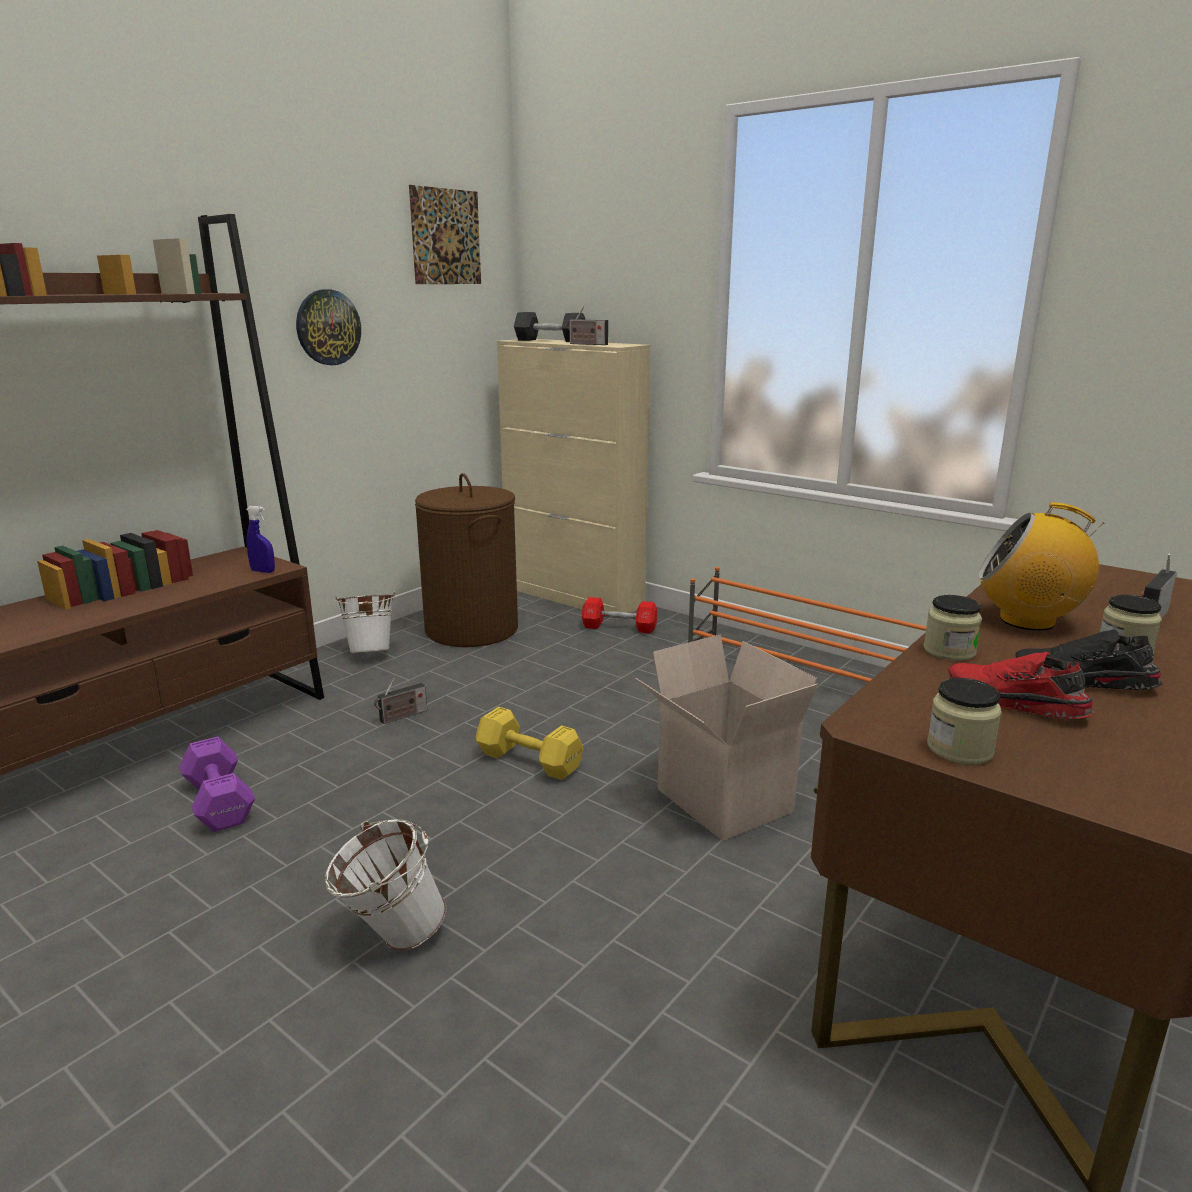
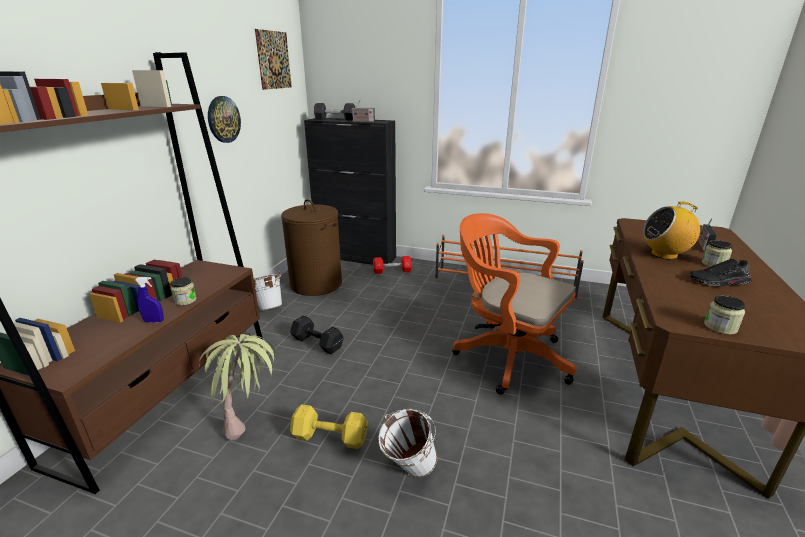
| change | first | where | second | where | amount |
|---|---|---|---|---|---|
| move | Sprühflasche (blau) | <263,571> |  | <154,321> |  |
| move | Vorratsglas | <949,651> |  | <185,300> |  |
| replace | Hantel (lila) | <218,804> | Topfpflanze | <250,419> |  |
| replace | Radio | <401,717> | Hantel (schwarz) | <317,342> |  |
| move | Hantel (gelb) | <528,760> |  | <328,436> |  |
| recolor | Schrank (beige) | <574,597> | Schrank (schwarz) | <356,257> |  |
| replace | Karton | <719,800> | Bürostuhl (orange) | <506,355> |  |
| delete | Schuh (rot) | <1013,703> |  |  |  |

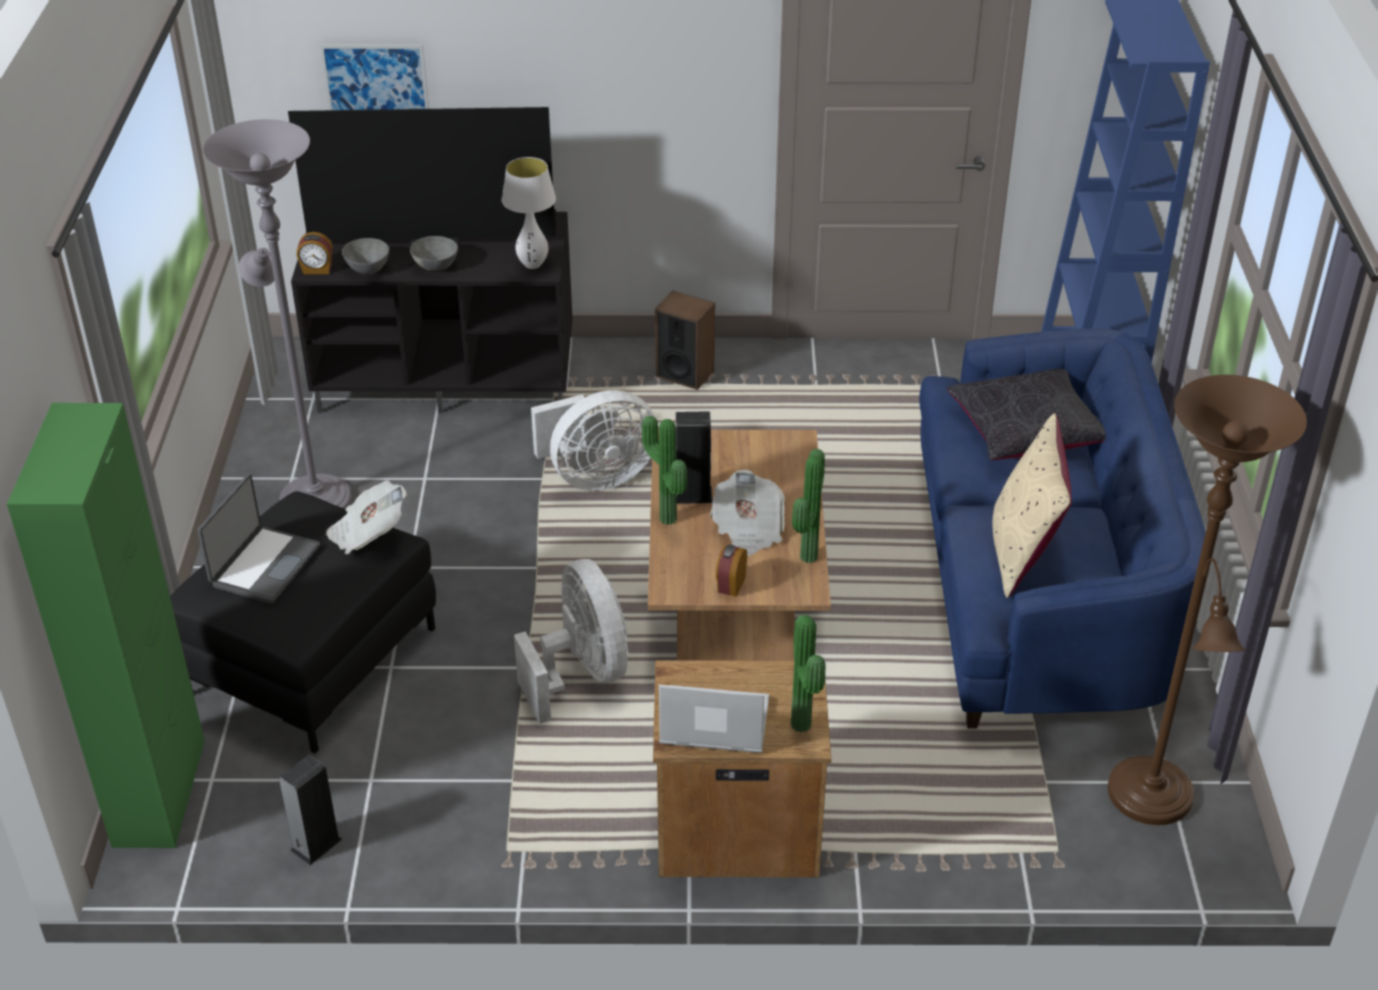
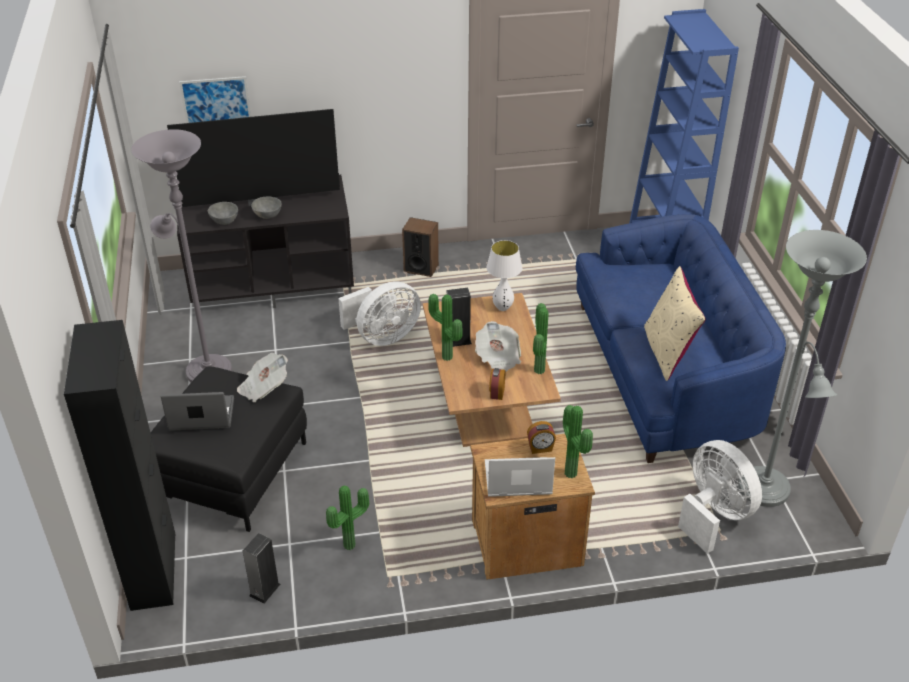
| change | first | where | second | where | amount |
|---|---|---|---|---|---|
| recolor | Schrank (grün) | <159,793> | Schrank (schwarz) | <153,571> |  |
| rotate | Laptop | <264,565> |  | <201,416> | 105 degrees counterclockwise |
| insert |  |  | Topfpflanze | <351,546> |  |
| move | Tischlampe (weiß) | <532,265> |  | <502,308> |  |
| move | Wecker | <317,270> |  | <540,448> |  |
| move | Ventilator (weiß) | <582,673> |  | <714,515> |  |
| recolor | Stehlampe (braun) | <1152,802> | Stehlampe (grau) | <766,493> |  |
| delete | Kissen (schwarz) | <1026,431> |  |  |  |

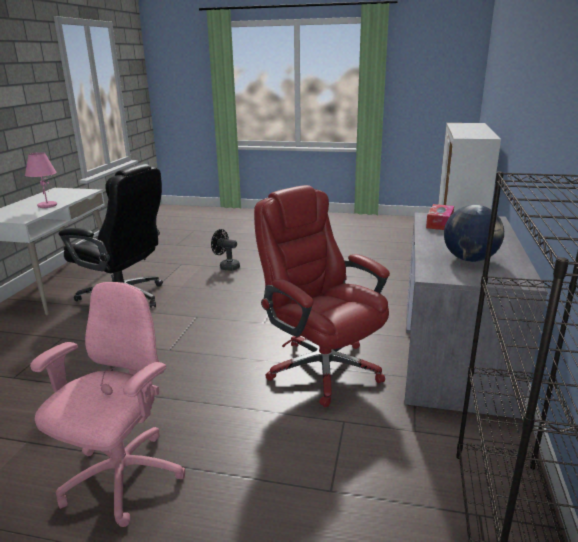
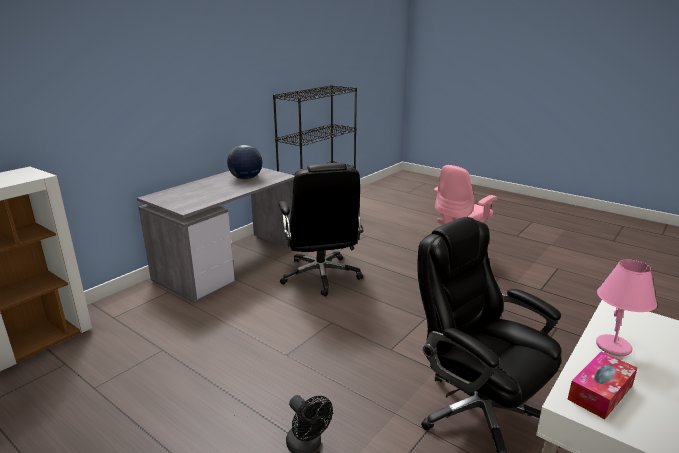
| change | first | where | second | where | amount |
|---|---|---|---|---|---|
| recolor | Bürostuhl (rot) | <322,368> | Bürostuhl (schwarz) | <321,276> |  |
| move | Taschentuchbox | <439,223> |  | <600,392> |  |

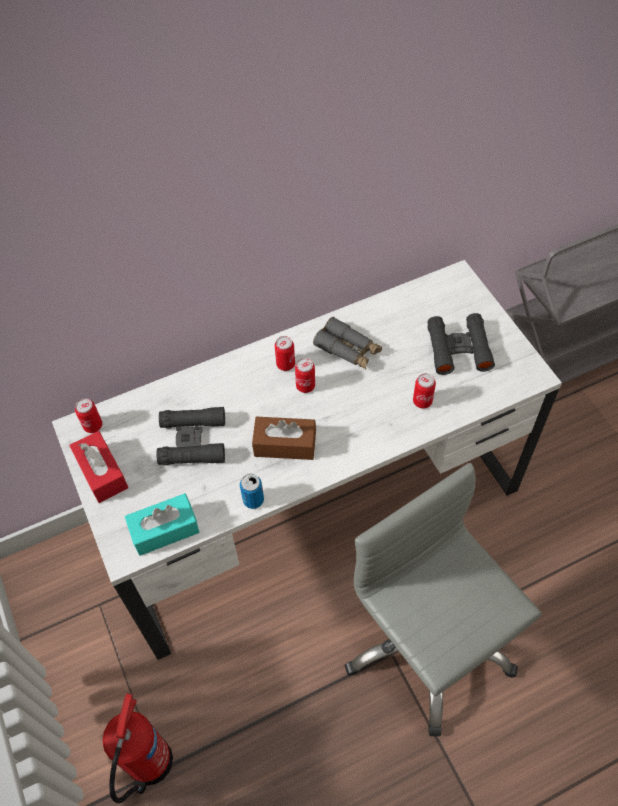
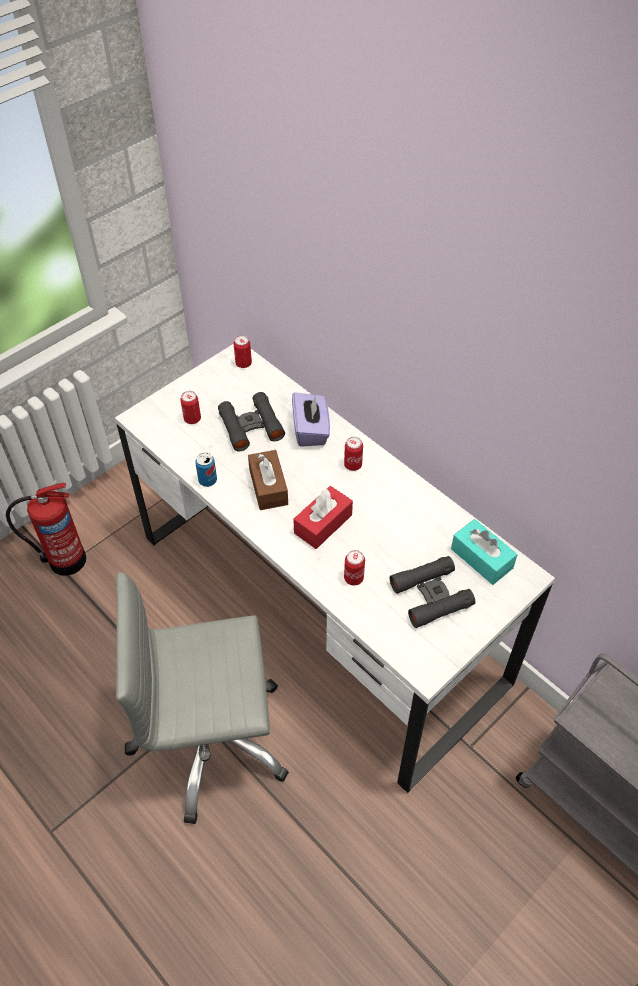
| change | first | where | second | where | amount |
|---|---|---|---|---|---|
| rotate | Bürostuhl (grau) | <427,645> |  | <211,740> | 135 degrees counterclockwise |
| move | Dose | <305,386> |  | <192,419> |  |
| insert |  |  | Taschentuchbox (lila) | <311,430> |  |
| move | Taschentuchbox (rot) | <101,473> |  | <323,524> |  |
| move | Taschentuchbox (türkis) | <164,530> |  | <481,558> |  |
| delete | Fernglas (grau) | <348,349> |  |  |  |

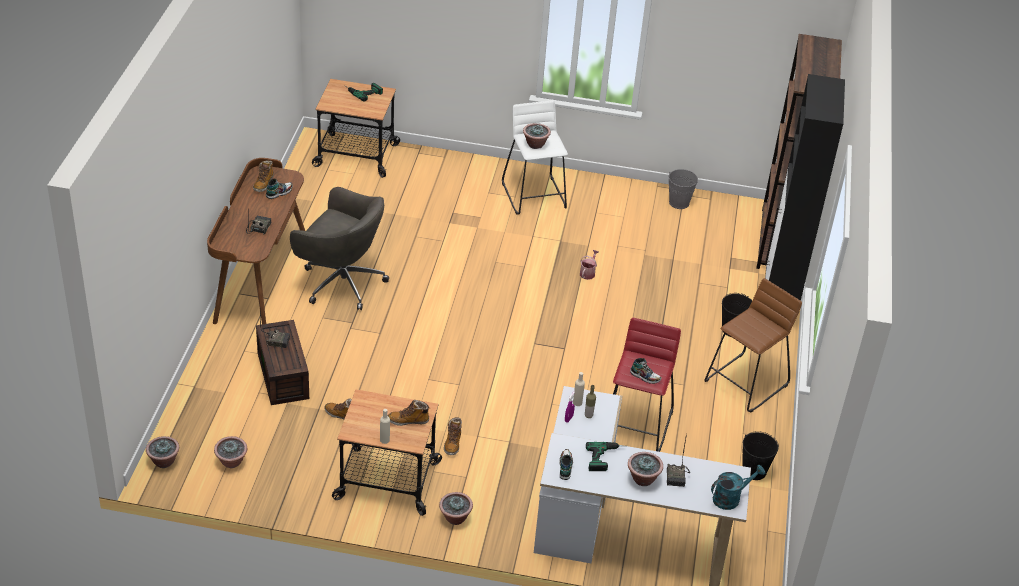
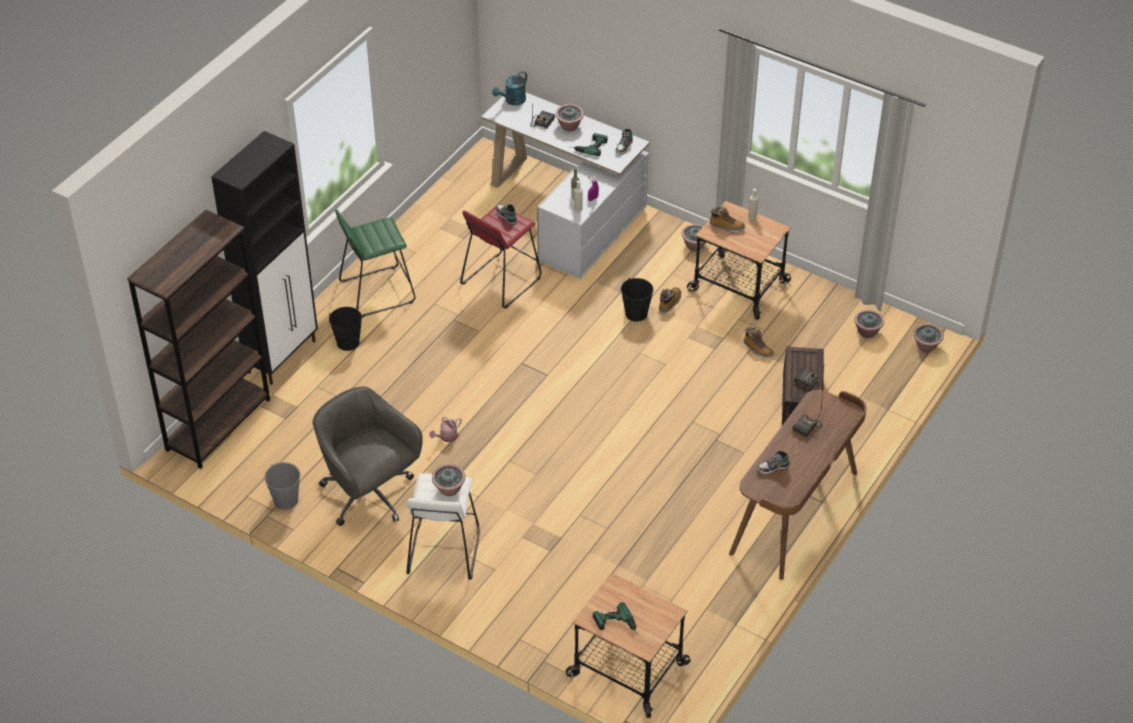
| change | first | where | second | where | amount |
|---|---|---|---|---|---|
| move | Bürostuhl (grau) | <341,282> |  | <369,495> |  |
| recolor | Hocker (braun) | <746,383> | Hocker (grün) | <377,291> |  |
| rotate | Gießkanne (türkis) | <731,498> |  | <512,101> | 45 degrees counterclockwise |
| move | Eimer (schwarz) | <754,471> |  | <636,313> |  |
| delete | Stiefel | <263,184> |  |  |  |

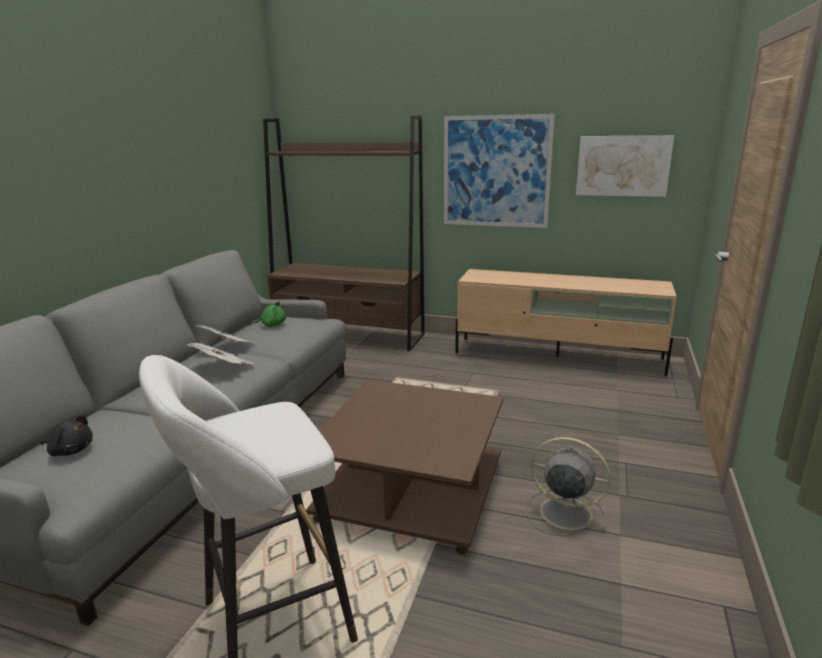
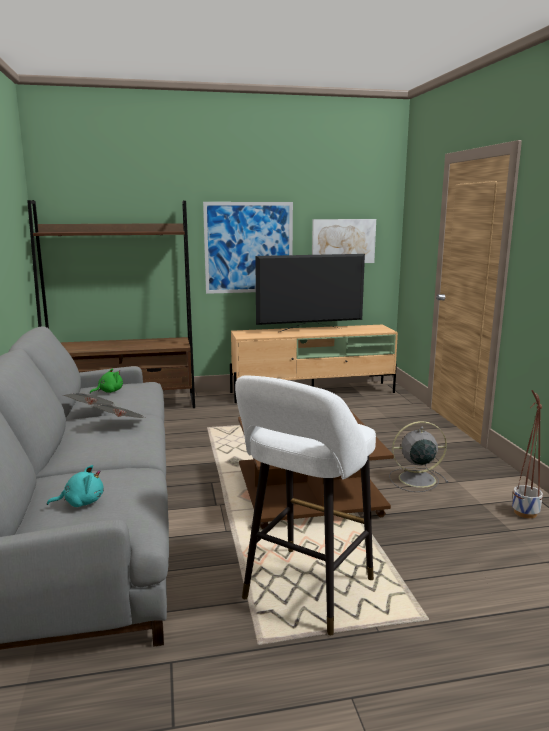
| change | first | where | second | where | amount |
|---|---|---|---|---|---|
| recolor | Plüschtier (schwarz) | <70,450> | Plüschtier (türkis) | <81,502> |  |
| insert |  |  | Fernseher | <309,330> |  |
| insert |  |  | Pflanzkübel | <525,513> |  |

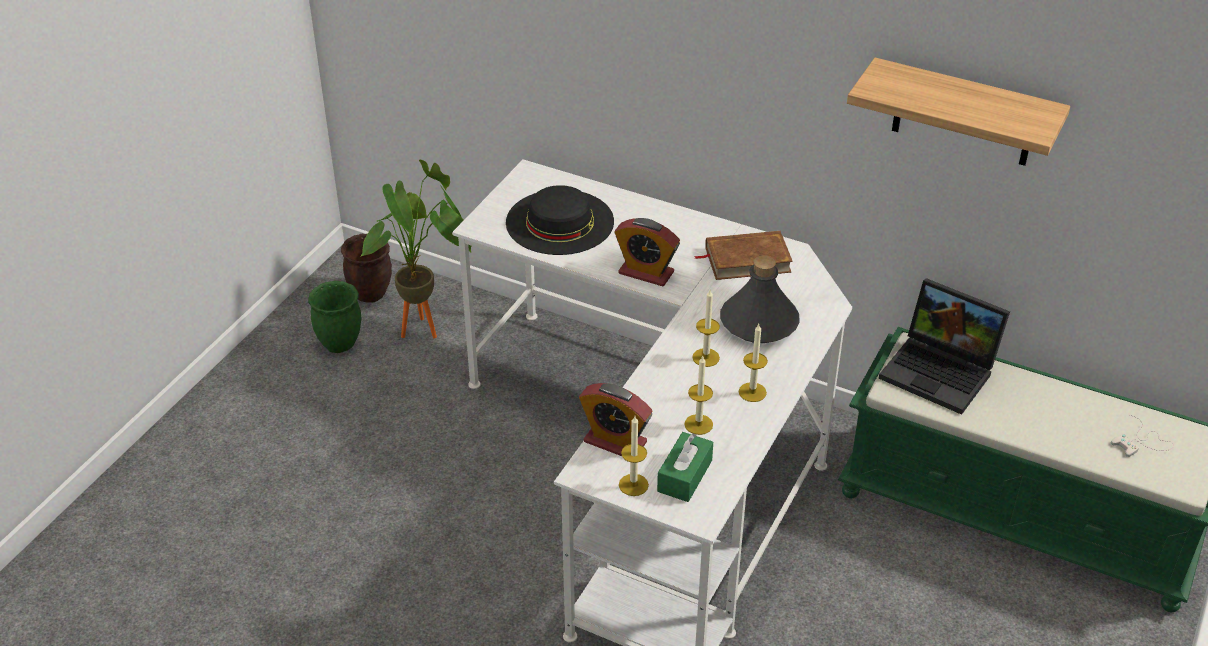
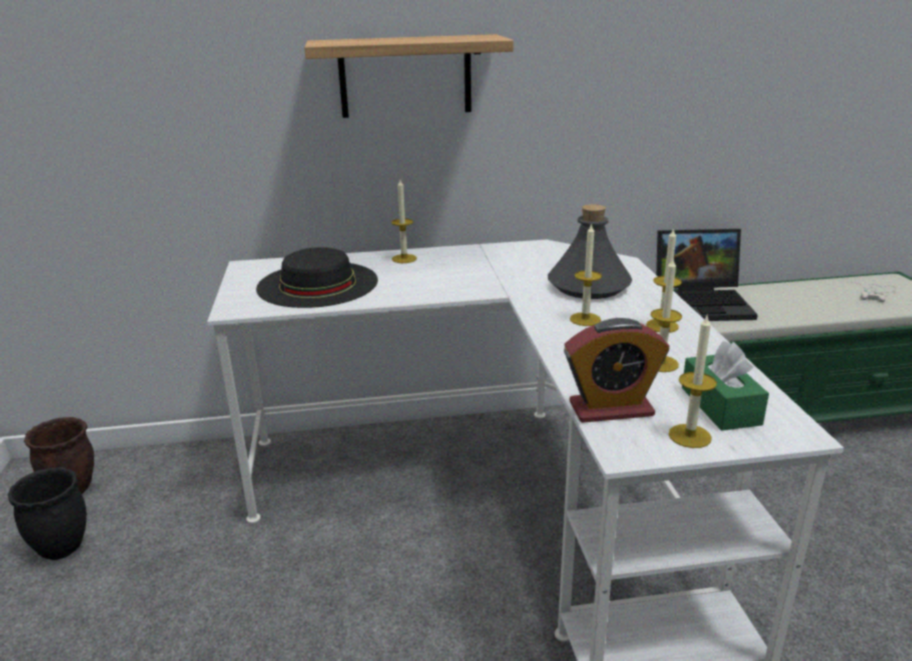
| change | first | where | second | where | amount |
|---|---|---|---|---|---|
| recolor | Pflanzkübel (grün) | <340,344> | Pflanzkübel (schwarz) | <63,548> |  |
| move | Wandregal | <964,114> |  | <405,76> |  |
| insert |  |  | Kerze | <404,259> |  |
| delete | Topfpflanze | <429,329> |  |  |  |
| delete | Wecker | <646,273> |  |  |  |
| delete | Buch (braun) | <747,259> |  |  |  |

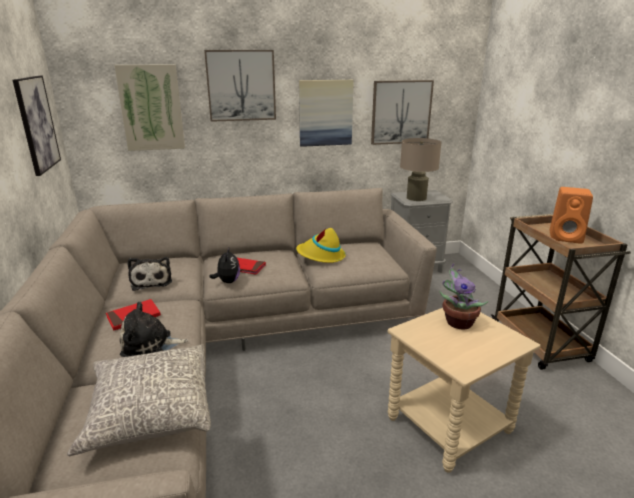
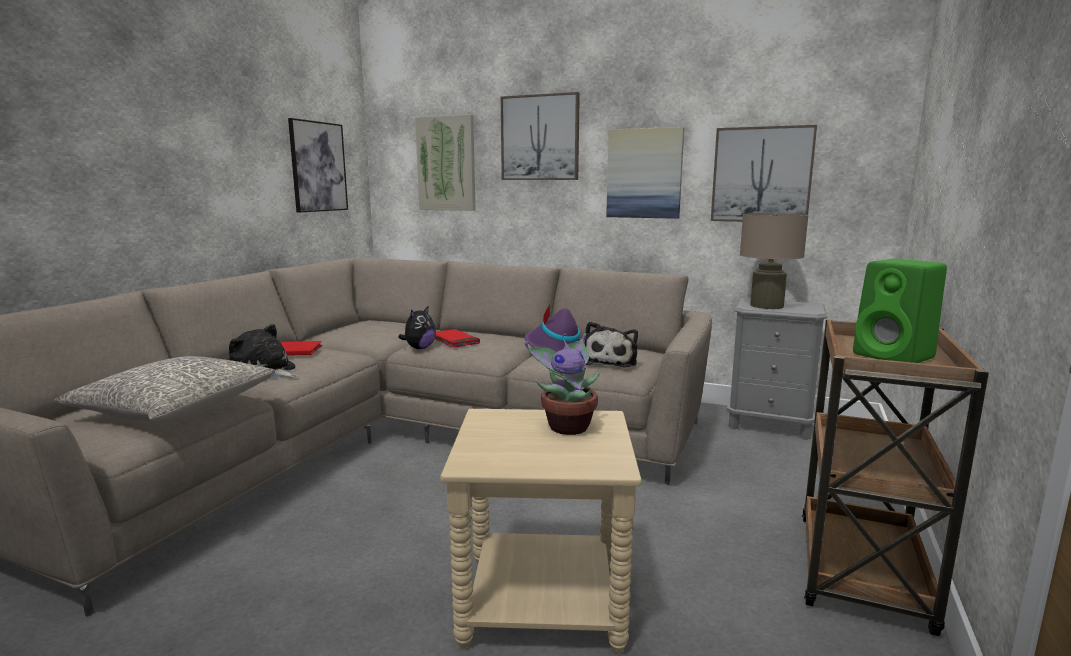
| change | first | where | second | where | amount |
|---|---|---|---|---|---|
| recolor | Hut (gelb) | <321,256> | Hut (lila) | <555,348> |  |
| move | Plüschtier | <151,281> |  | <611,361> |  |
| recolor | Lautsprecher (orange) | <567,237> | Lautsprecher (grün) | <896,357> |  |

